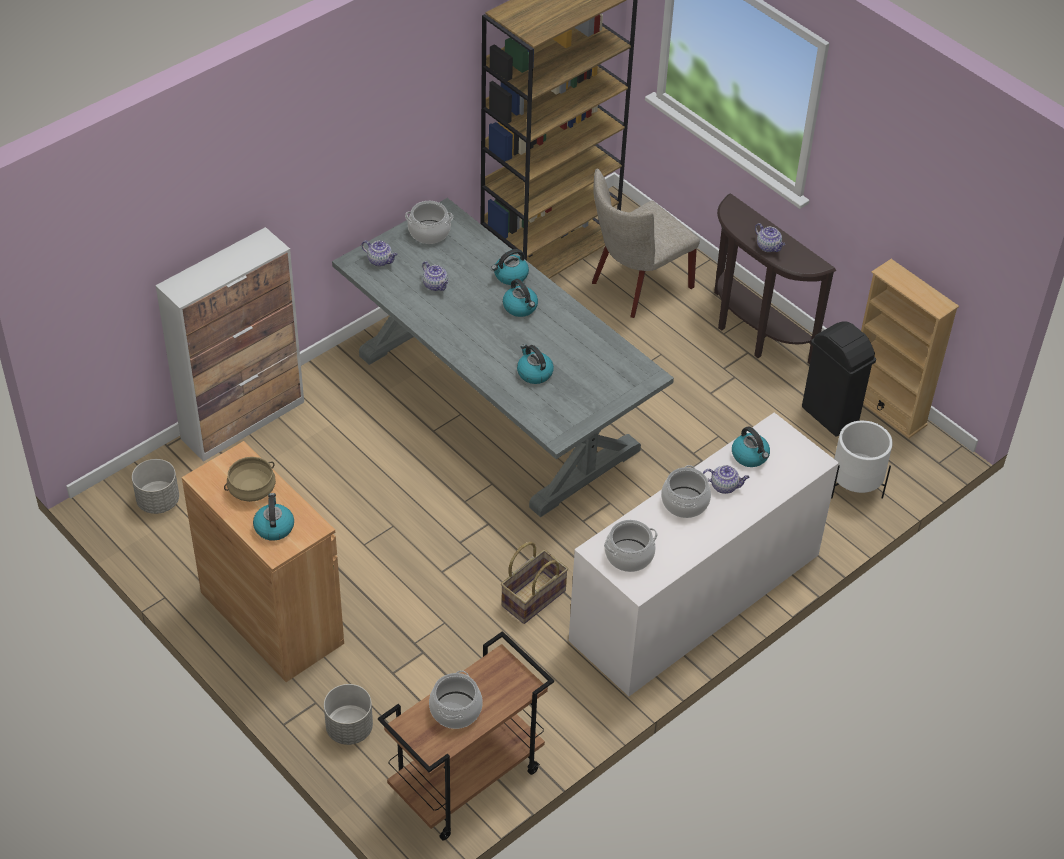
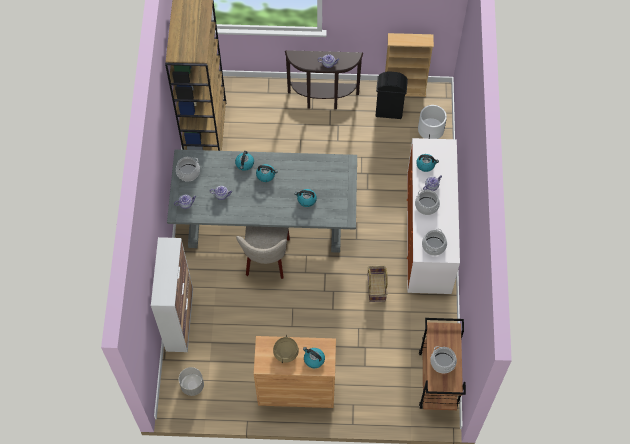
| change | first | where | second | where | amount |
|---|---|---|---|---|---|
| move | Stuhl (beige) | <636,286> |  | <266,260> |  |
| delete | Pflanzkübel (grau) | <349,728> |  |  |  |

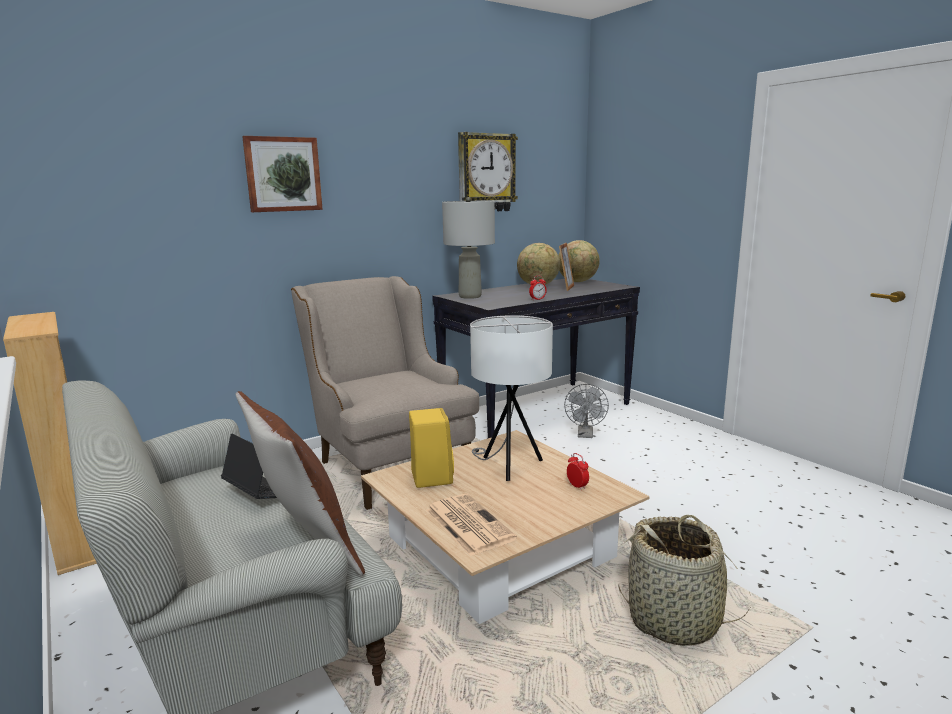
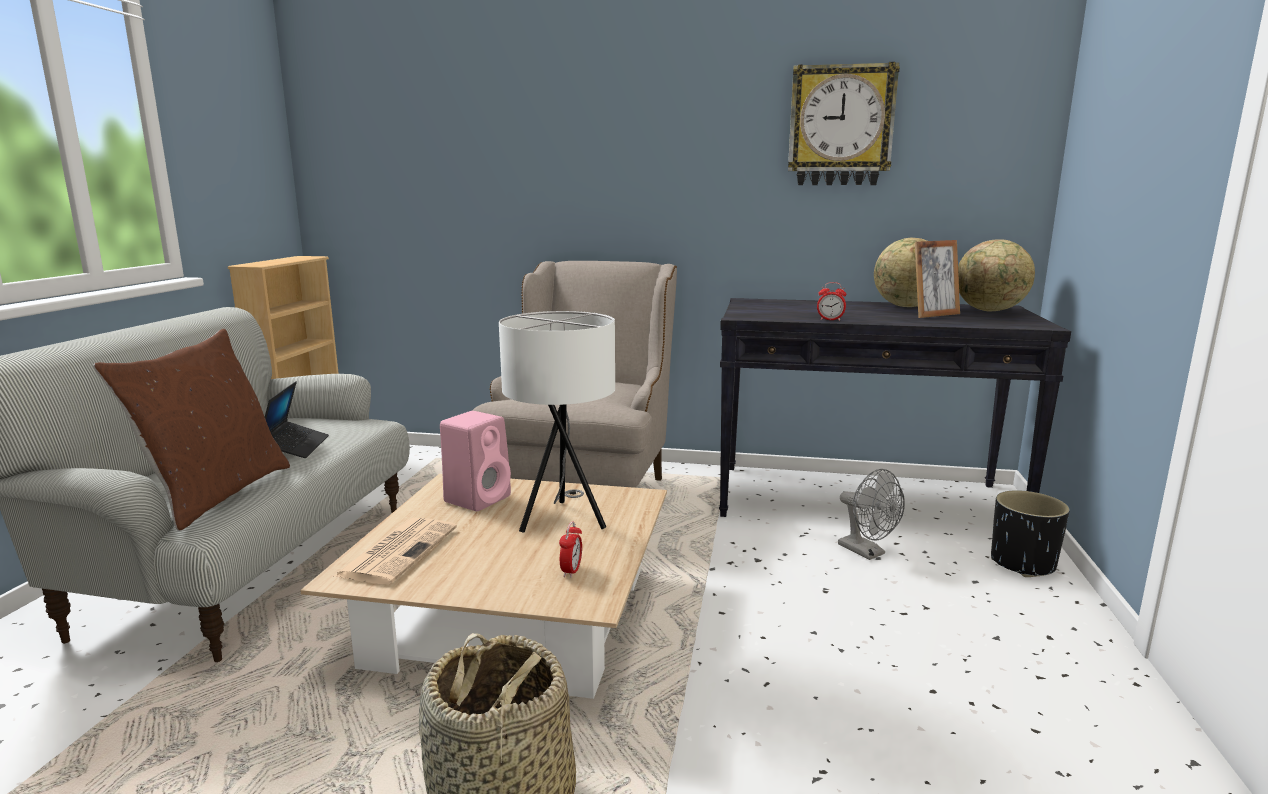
| change | first | where | second | where | amount |
|---|---|---|---|---|---|
| recolor | Lautsprecher (gelb) | <431,477> | Lautsprecher (rosa) | <478,498> |  |
| rotate | Ventilator (grau) | <585,435> |  | <867,552> | 90 degrees counterclockwise |
| insert |  |  | Pflanzkübel (schwarz) | <1023,564> |  |
| delete | Bild | <283,174> |  |  |  |
| delete | Tischlampe (grau) | <469,296> |  |  |  |

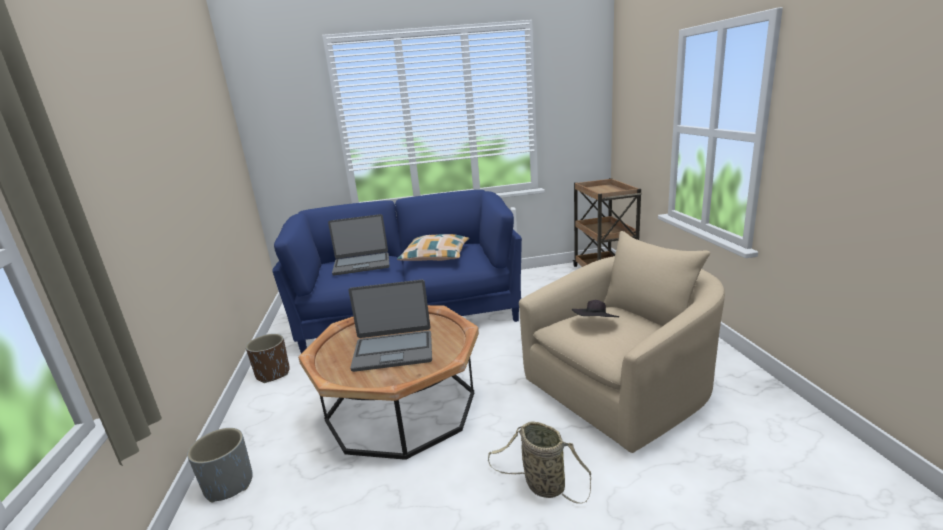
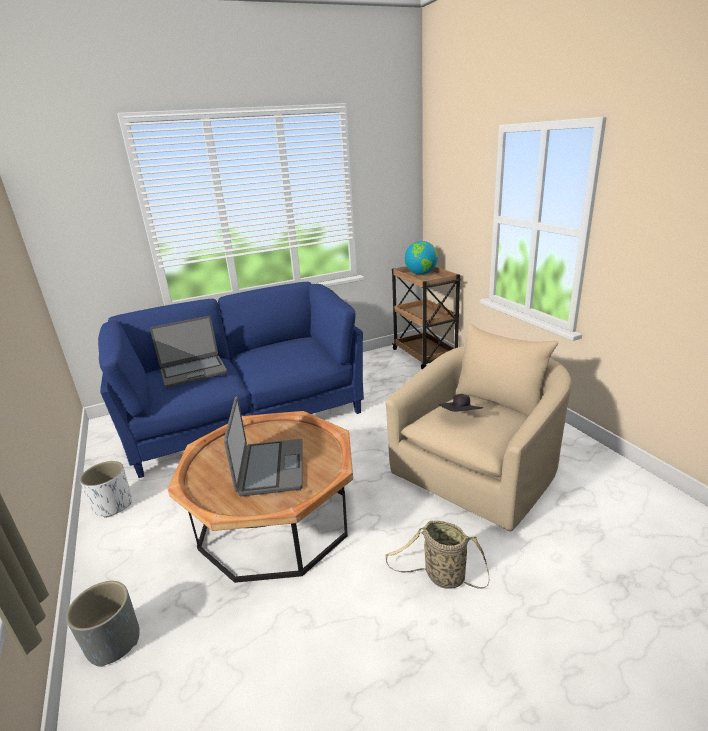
| change | first | where | second | where | amount |
|---|---|---|---|---|---|
| recolor | Pflanzkübel (braun) | <273,374> | Pflanzkübel (weiß) | <113,505> |  |
| rotate | Laptop | <393,351> |  | <270,468> | 75 degrees counterclockwise |
| insert |  |  | Globus | <421,274> |  |
| delete | Kissen | <435,256> |  |  |  |

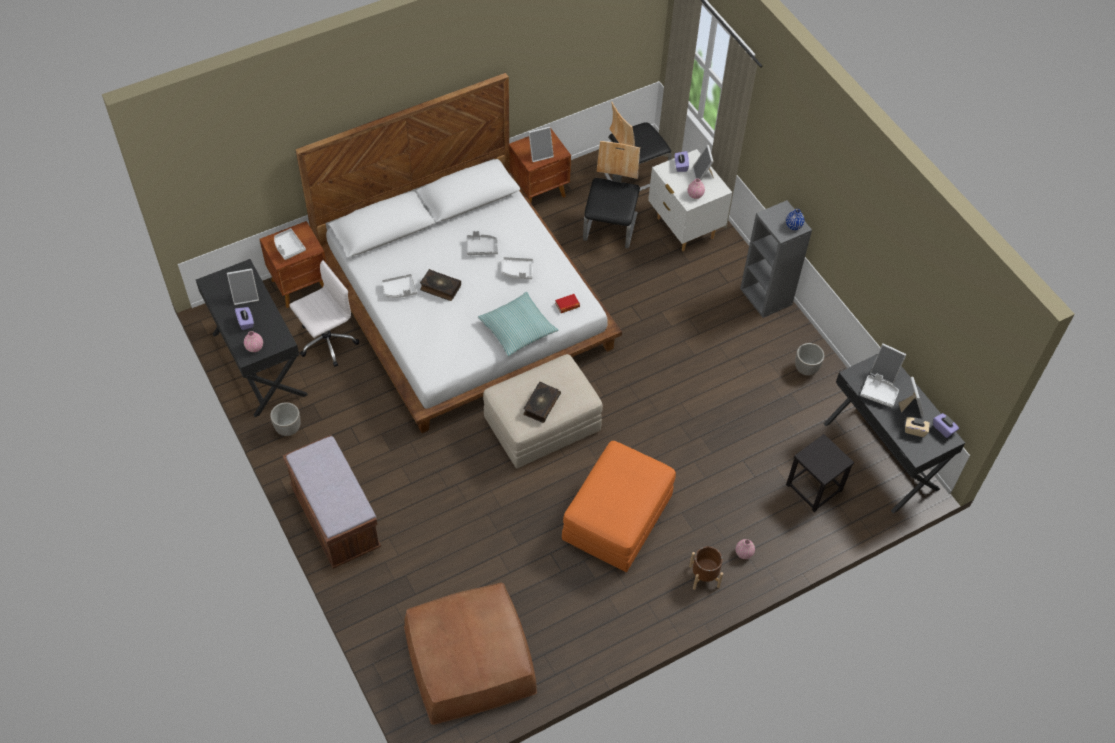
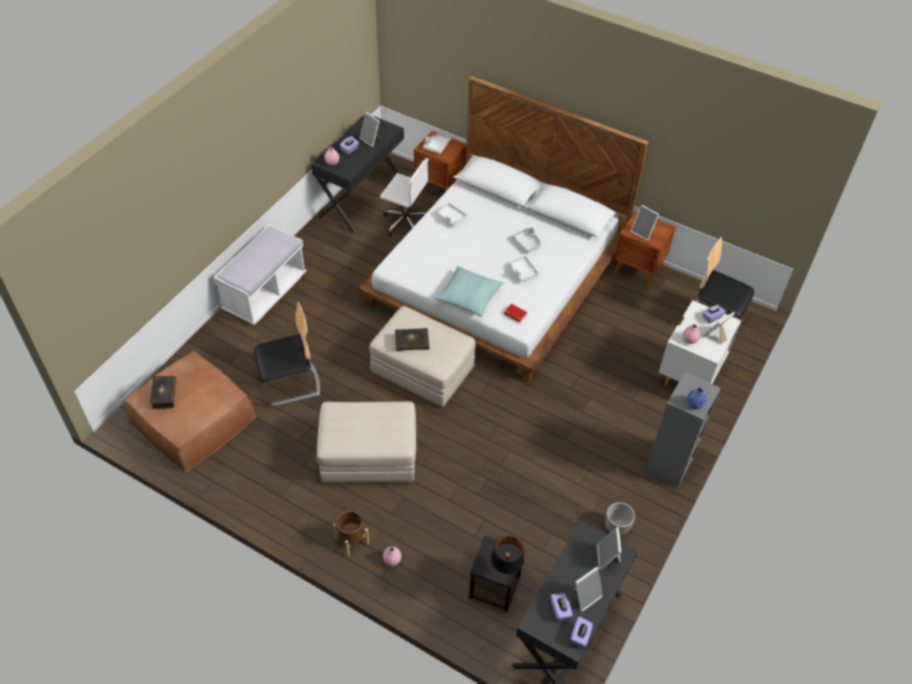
| change | first | where | second | where | amount |
|---|---|---|---|---|---|
| move | Buch | <440,288> |  | <164,395> |  |
| recolor | Bank (braun) | <335,518> | Bank (weiß) | <265,293> |  |
| move | Stuhl | <610,227> |  | <290,384> |  |
| recolor | Polsterhocker (orange) | <617,519> | Polsterhocker (beige) | <368,456> |  |
| insert |  |  | Tischlampe (schwarz) | <506,572> |  |
| recolor | Taschentuchbox (beige) | <915,430> | Taschentuchbox (lila) | <560,610> |  |
| delete | Pflanzkübel | <288,429> |  |  |  |
| delete | Tablett (weiß) | <878,394> |  |  |  |

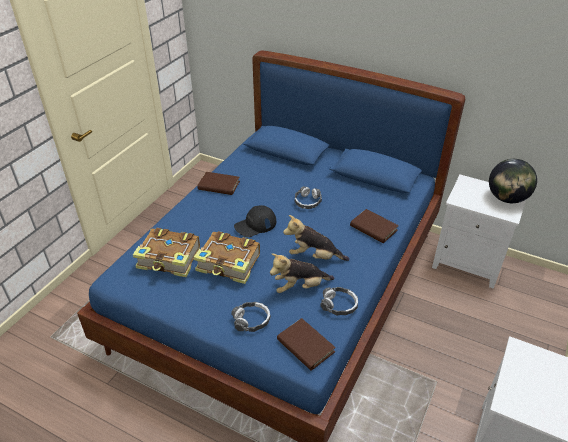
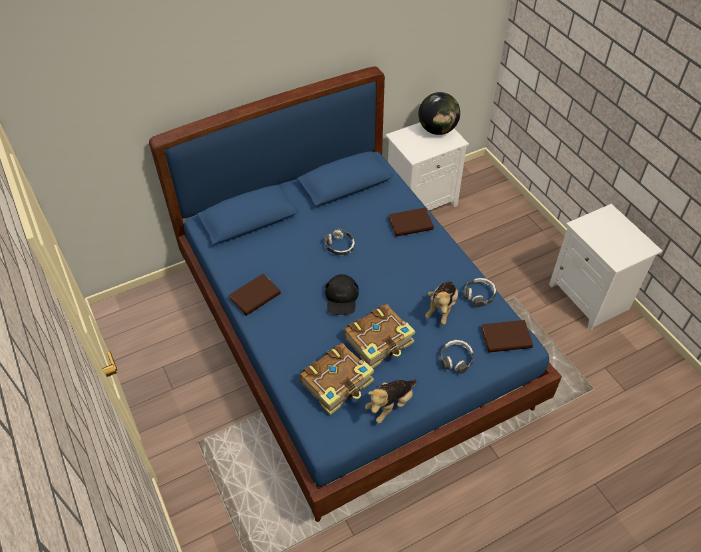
| change | first | where | second | where | amount |
|---|---|---|---|---|---|
| move | Plüschtier | <314,256> |  | <390,405> |  |

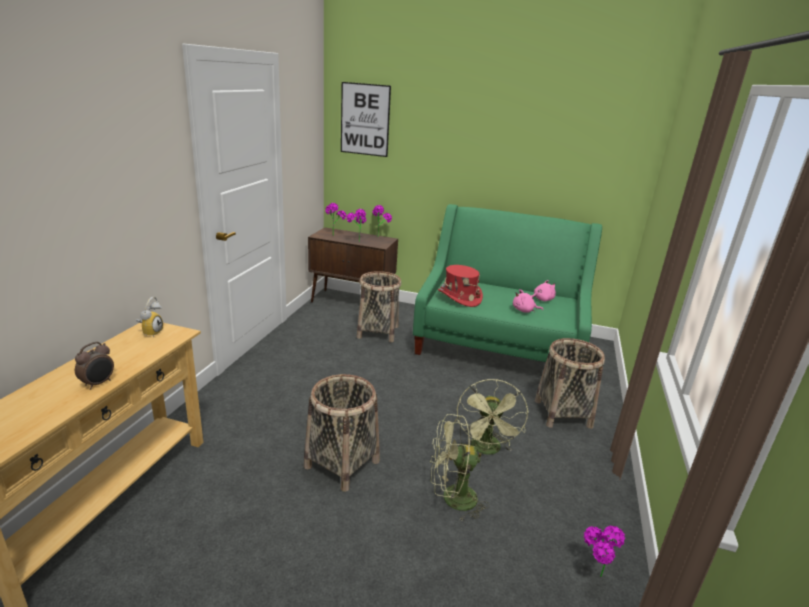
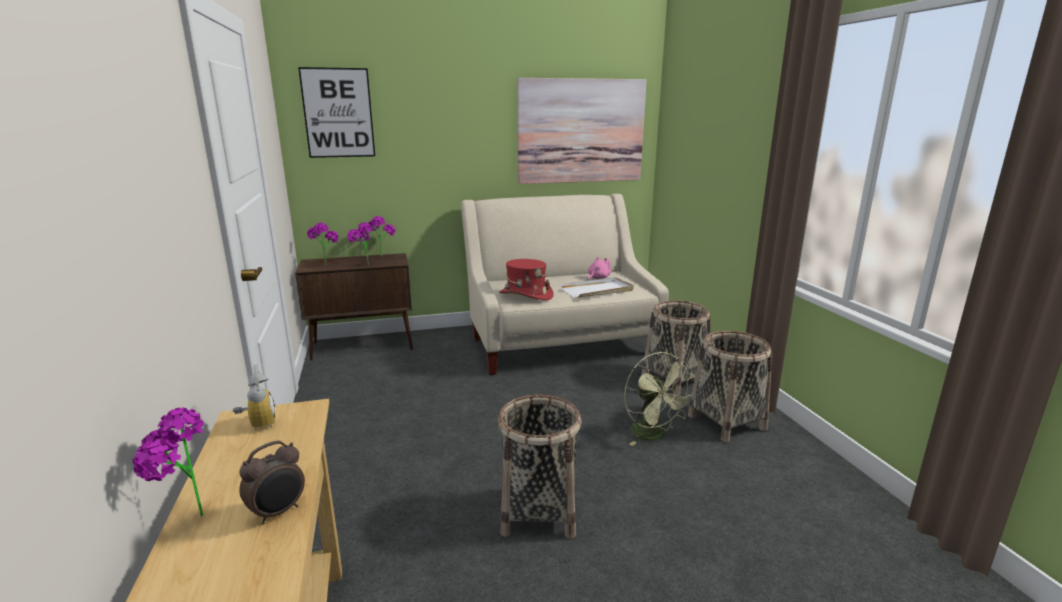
| change | first | where | second | where | amount |
|---|---|---|---|---|---|
| move | Topfpflanze | <593,577> |  | <184,521> |  |
| rotate | Wecker | <98,383> |  | <278,512> | 45 degrees clockwise |
| recolor | Sofa (grün) | <498,346> | Sofa (beige) | <559,342> |  |
| insert |  |  | Bild | <581,131> |  |
| replace | Plüschtier (rosa) | <524,310> | Tablett (weiß) | <597,290> |  |
| move | Korb | <378,332> |  | <727,422> |  |
| delete | Ventilator (grün) | <452,499> |  |  |  |

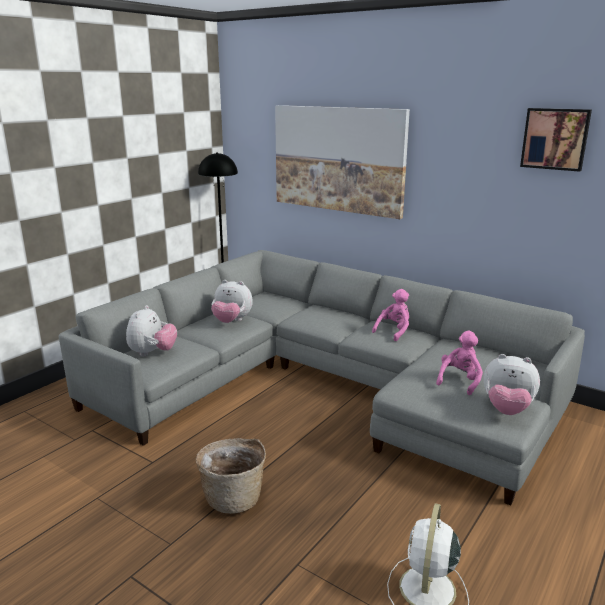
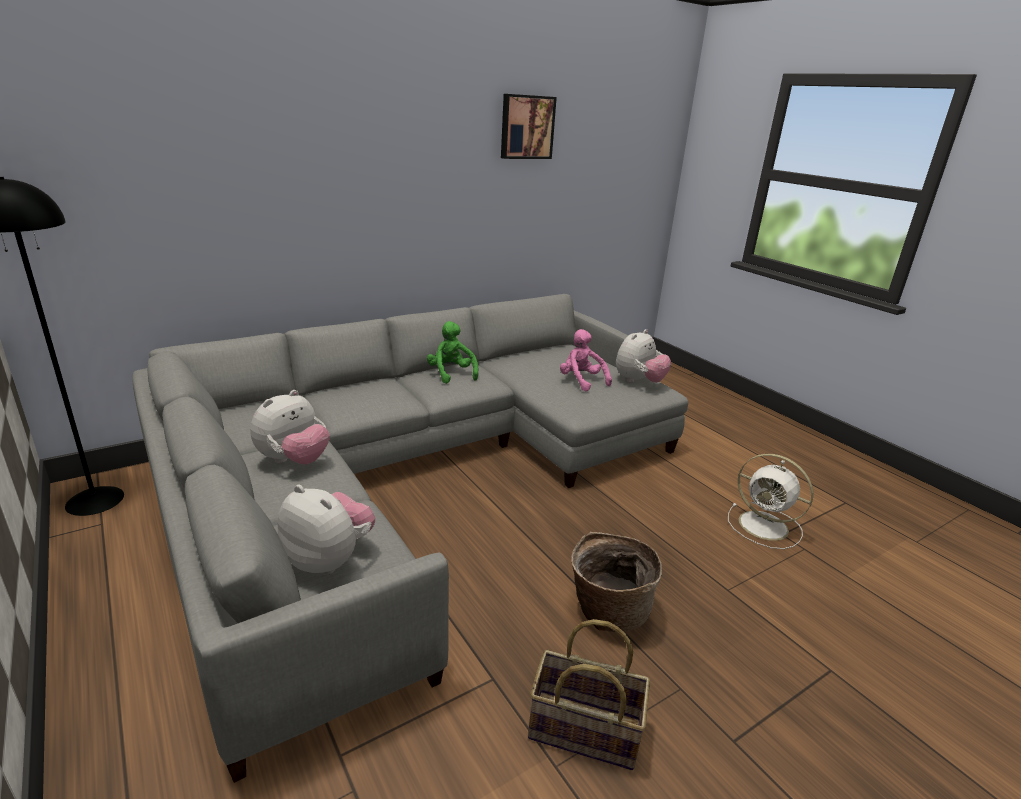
| change | first | where | second | where | amount |
|---|---|---|---|---|---|
| recolor | Plüschtier (rosa) | <394,331> | Plüschtier (grün) | <451,374> |  |
| insert |  |  | Korb | <583,731> |  |
| delete | Bild | <338,159> |  |  |  |

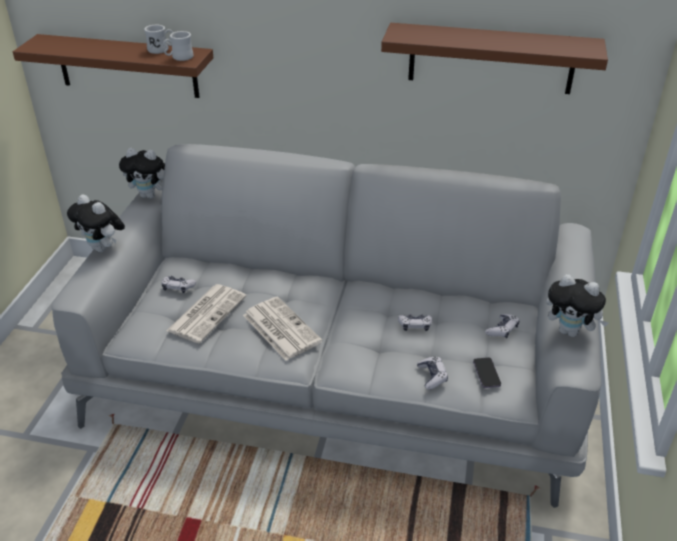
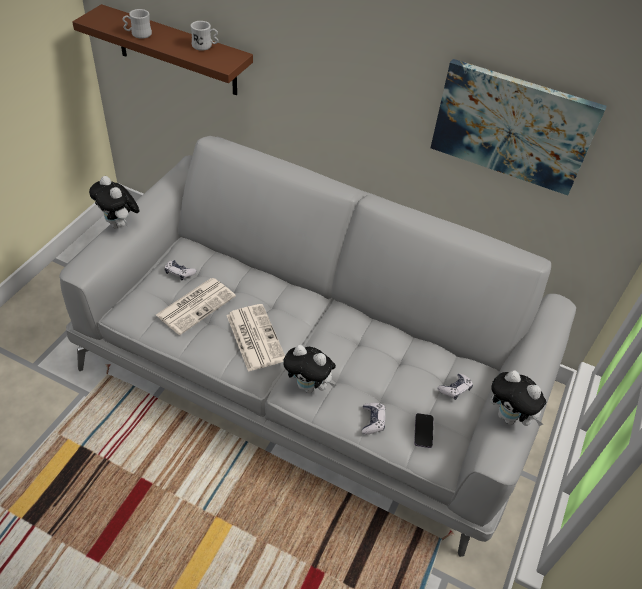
| change | first | where | second | where | amount |
|---|---|---|---|---|---|
| move | Henkelbecher (weiß) | <179,58> |  | <138,34> |  |
| move | Plüschtier | <150,195> |  | <309,386> |  |
| replace | Wandregal (braun) | <491,58> | Bild | <512,126> |  |
| delete | Gamepad | <415,325> |  |  |  |

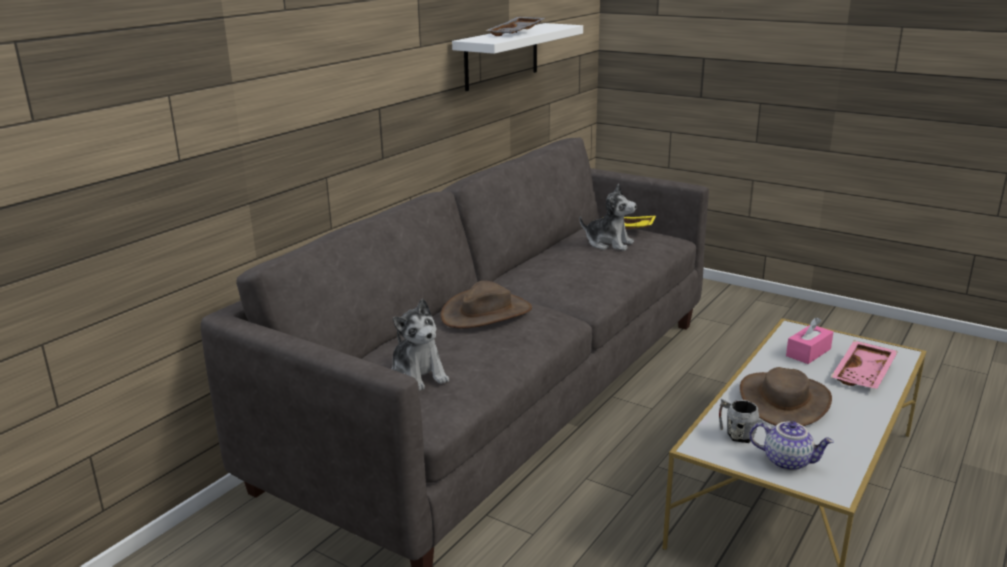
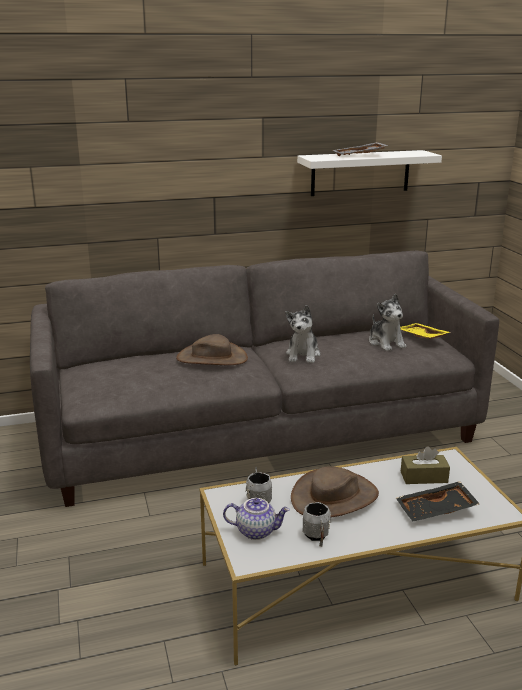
| change | first | where | second | where | amount |
|---|---|---|---|---|---|
| rotate | Teekanne | <788,461> |  | <256,531> | 60 degrees counterclockwise |
| move | Plüschtier | <418,375> |  | <303,355> |  |
| insert |  |  | Henkelbecher (grau) | <317,537> |  |
| recolor | Tablett (rosa) | <864,374> | Tablett (schwarz) | <436,511> |  |
| recolor | Taschentuchbox (rosa) | <808,352> | Taschentuchbox (braun) | <424,477> |  |

